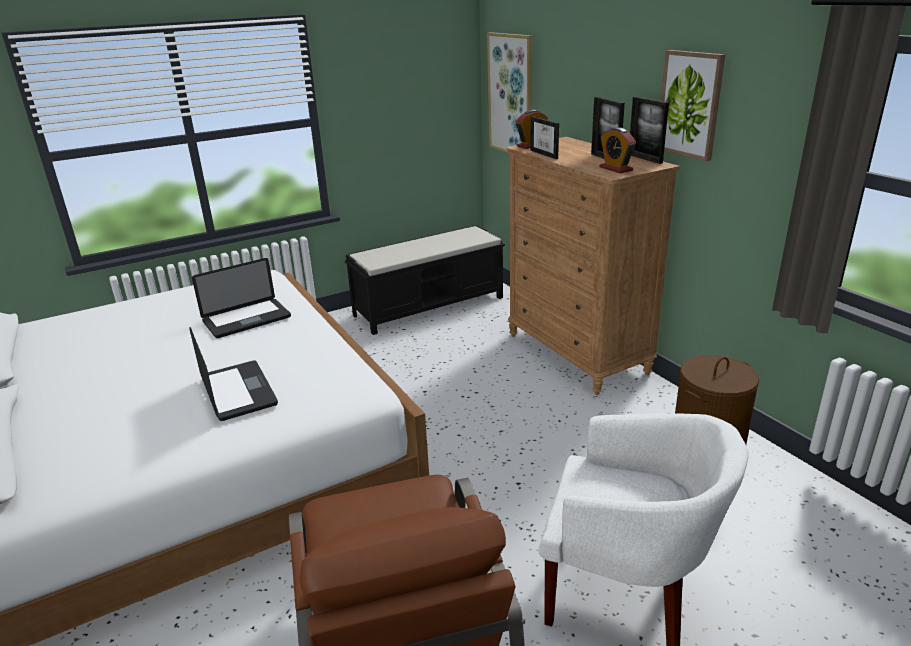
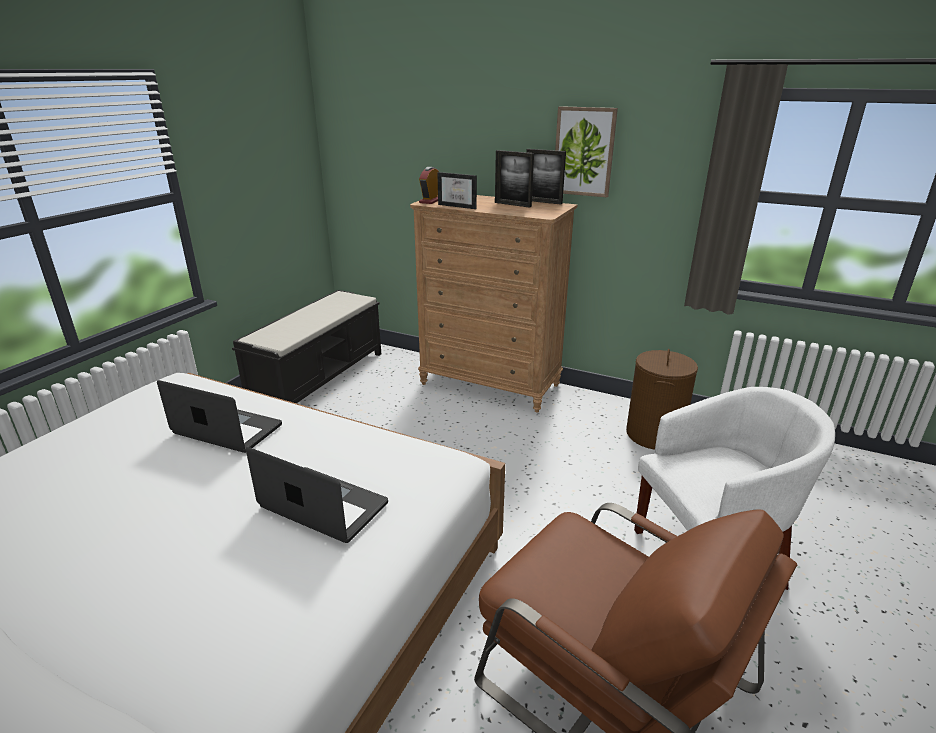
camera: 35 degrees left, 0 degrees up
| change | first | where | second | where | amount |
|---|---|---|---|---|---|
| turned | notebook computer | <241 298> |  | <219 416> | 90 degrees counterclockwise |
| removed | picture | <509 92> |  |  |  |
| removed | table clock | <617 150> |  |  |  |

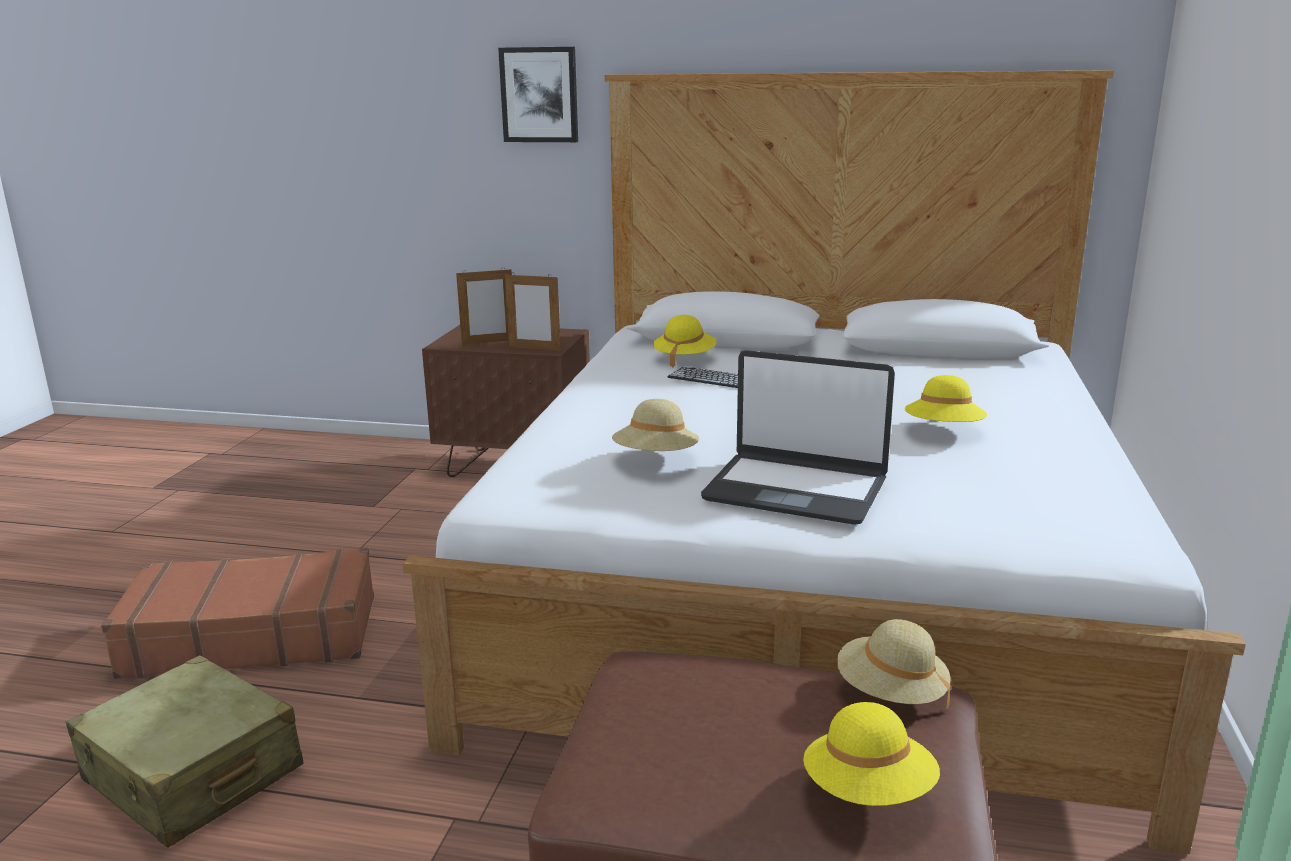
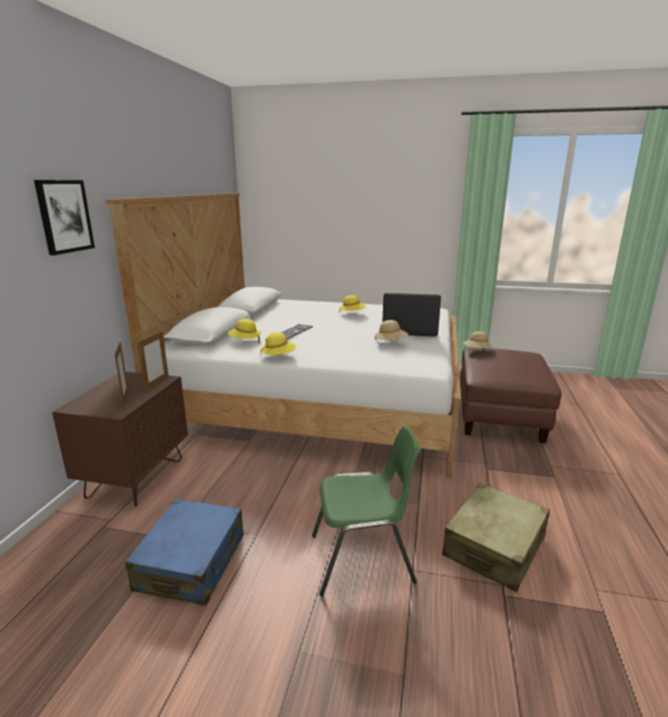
camera: 90 degrees left, 0 degrees up
| change | first | where | second | where | amount |
|---|---|---|---|---|---|
| added |  |  | bluish piece of luggage | <184 552> |  |
| moved | yellow-coloured clothing hat | <871 754> |  | <278 343> |  |
| replaced | brown-coloured piece of luggage | <237 613> | greenish chair | <366 511> |  |
| turned | notebook computer | <798 437> |  | <411 315> | 105 degrees counterclockwise |

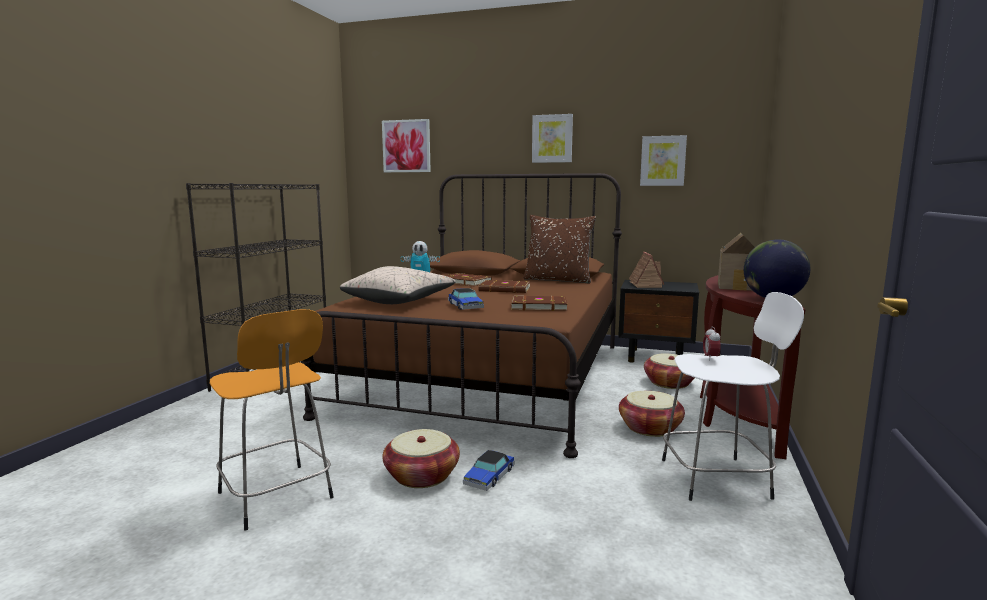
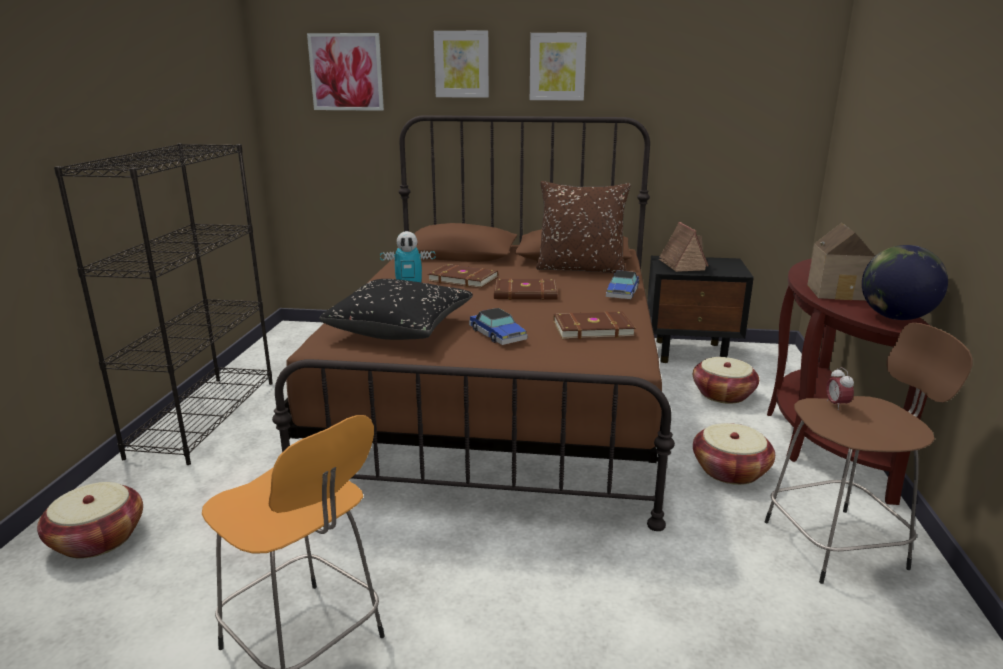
camera: 10 degrees left, 10 degrees up
| change | first | where | second | where | amount |
|---|---|---|---|---|---|
| moved | basket | <421 458> |  | <90 520> |  |
| recoloured | beige pillow | <398 285> | black-coloured pillow | <396 309> |  |
| moved | picture | <663 160> |  | <461 64> |  |
| moved | miniature car | <489 470> |  | <622 285> |  |
| recoloured | whitish stool | <733 396> | brown-coloured stool | <868 453> |  |

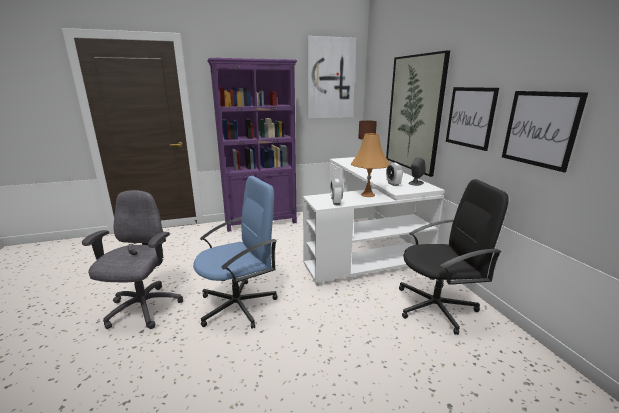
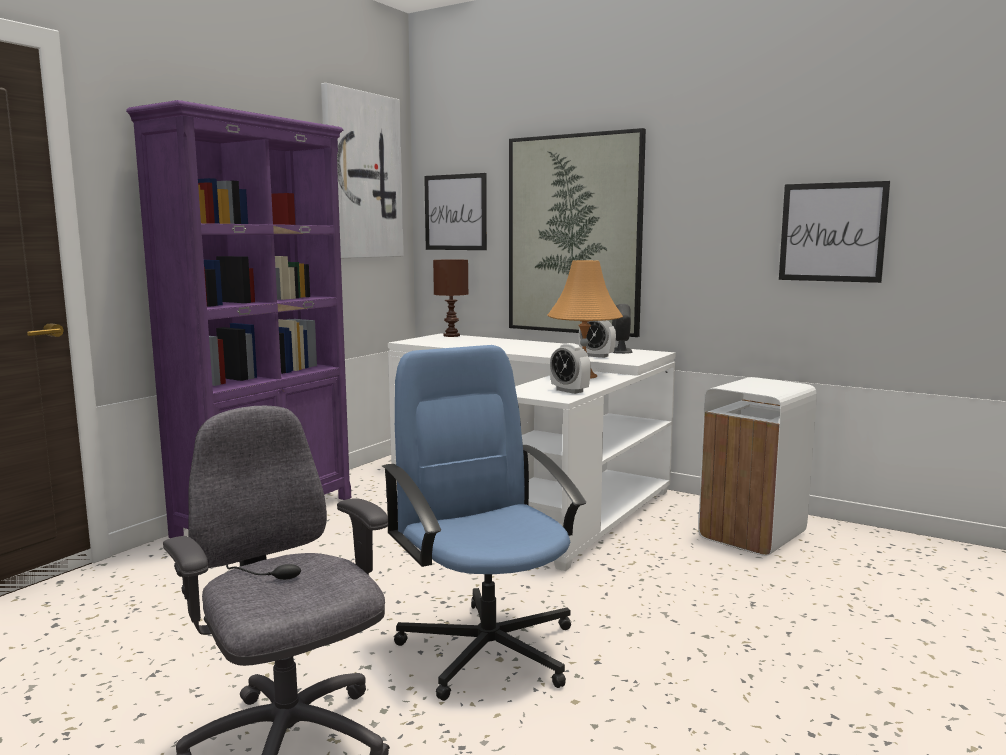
camera: 40 degrees left, 10 degrees down
| change | first | where | second | where | amount |
|---|---|---|---|---|---|
| turned | bluish office chair | <235 252> |  | <484 523> | 45 degrees counterclockwise |
| moved | picture | <472 119> |  | <455 211> |  |
| replaced | black-coloured office chair | <454 257> | whitish rubbish bin | <758 466> |  |

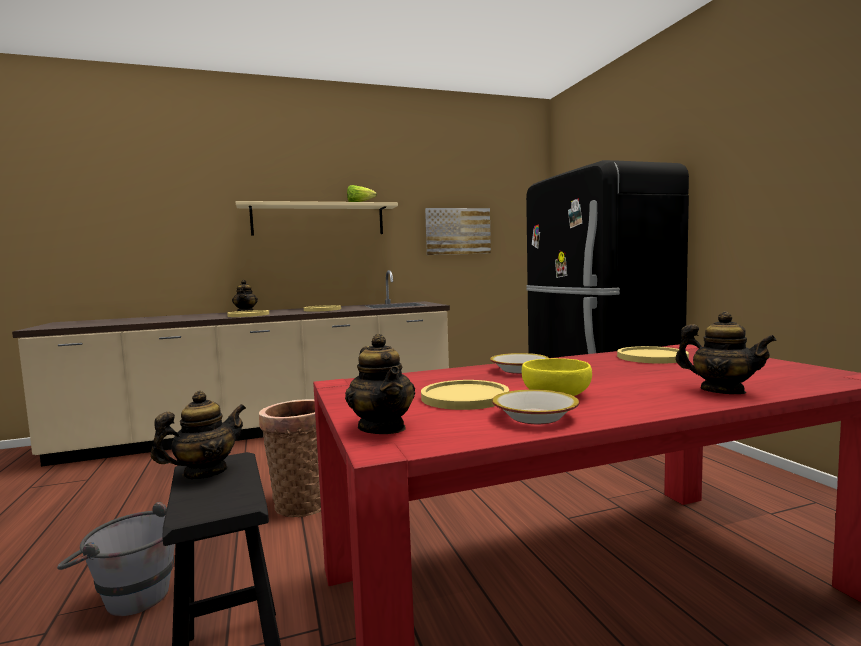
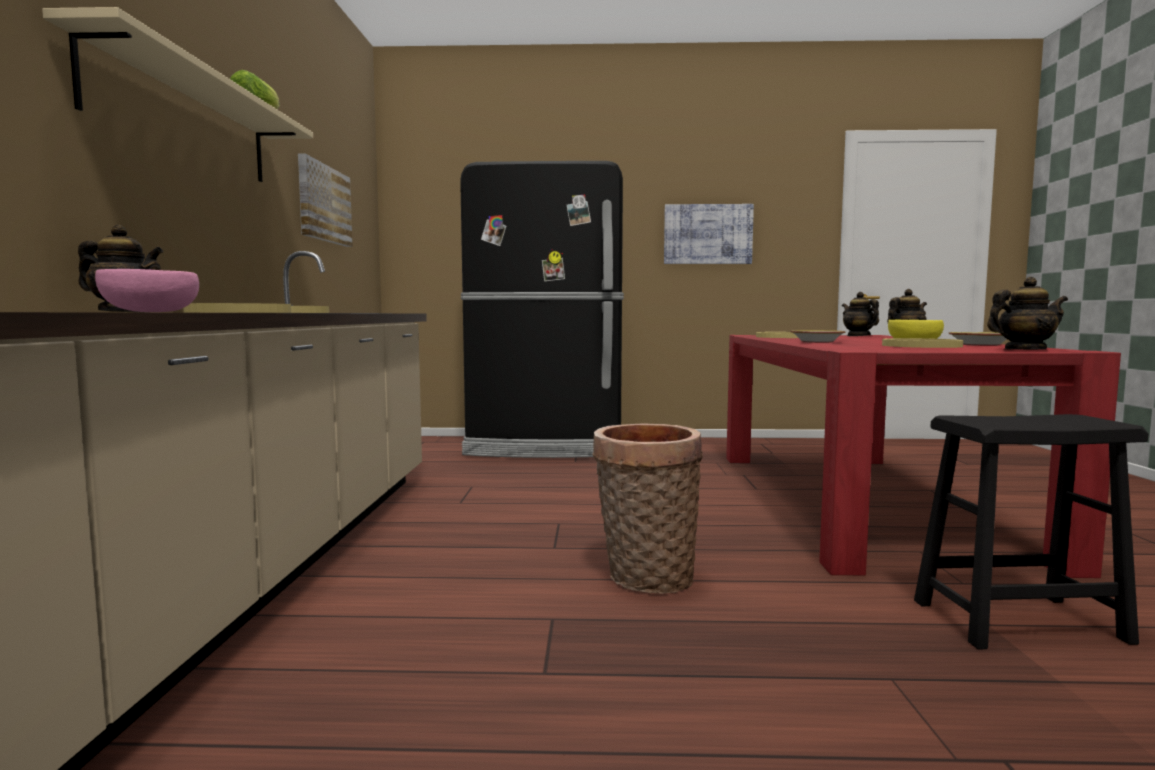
camera: 70 degrees left, 0 degrees up
| change | first | where | second | where | amount |
|---|---|---|---|---|---|
| added |  |  | pink-coloured bowl | <147 290> |  |
| added |  |  | picture | <709 234> |  |
| moved | pot for tea | <198 435> |  | <860 314> |  |
| removed | greyish pail | <116 559> |  |  |  |

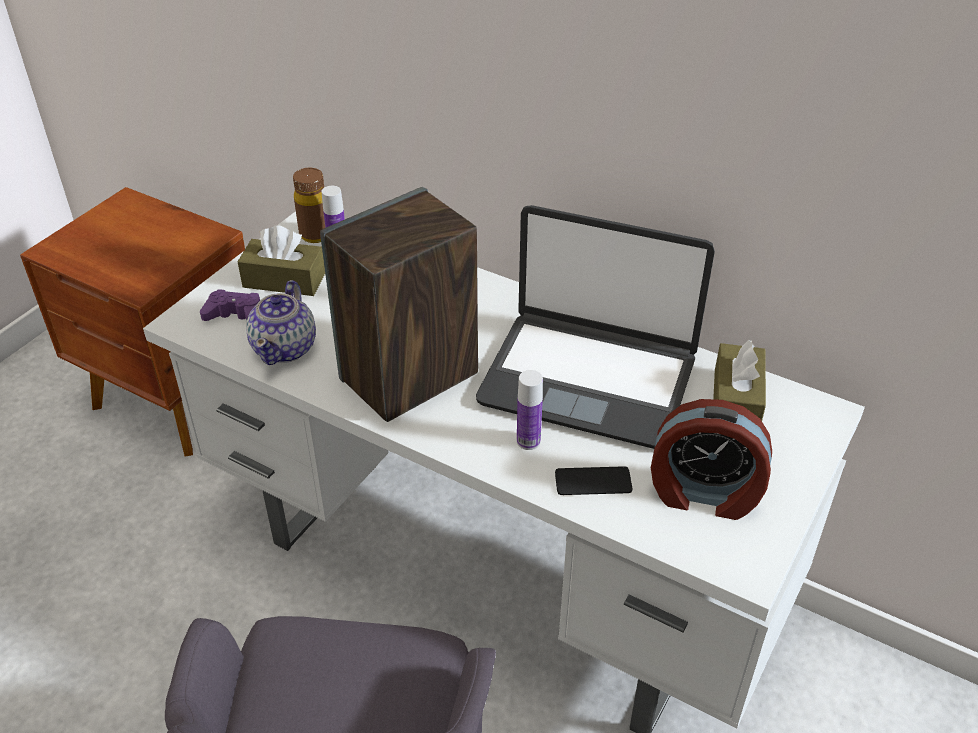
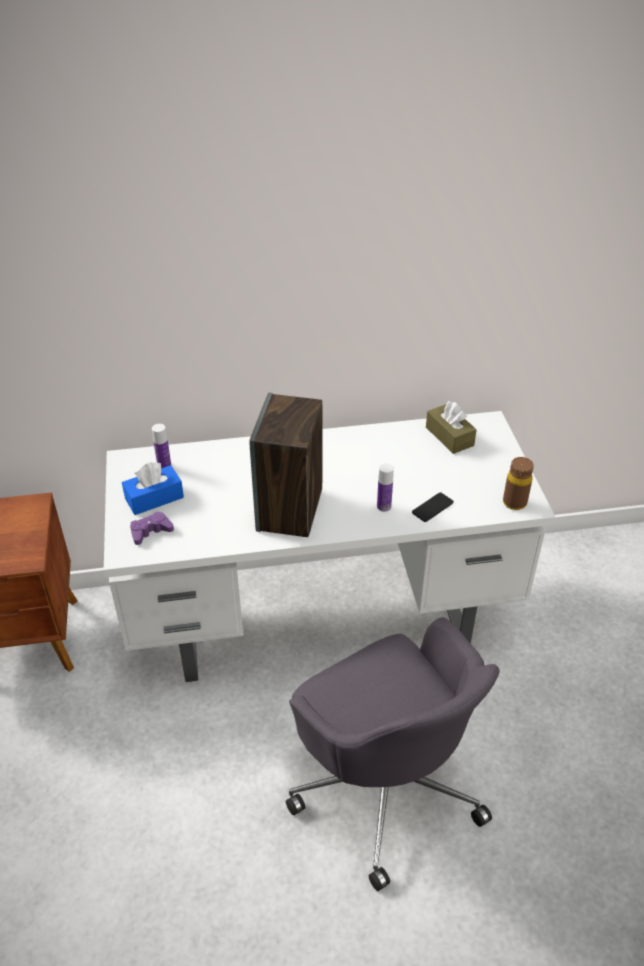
camera: 40 degrees left, 0 degrees up
| change | first | where | second | where | amount |
|---|---|---|---|---|---|
| recoloured | brown-coloured tissue holder | <281 260> | bluish tissue holder | <153 488> |  |
| moved | brown-coloured drink bottle | <309 205> |  | <518 483> |  |
| removed | pot for tea | <281 322> |  |  |  |
| removed | notebook computer | <595 327> |  |  |  |
| removed | table clock | <711 459> |  |  |  |

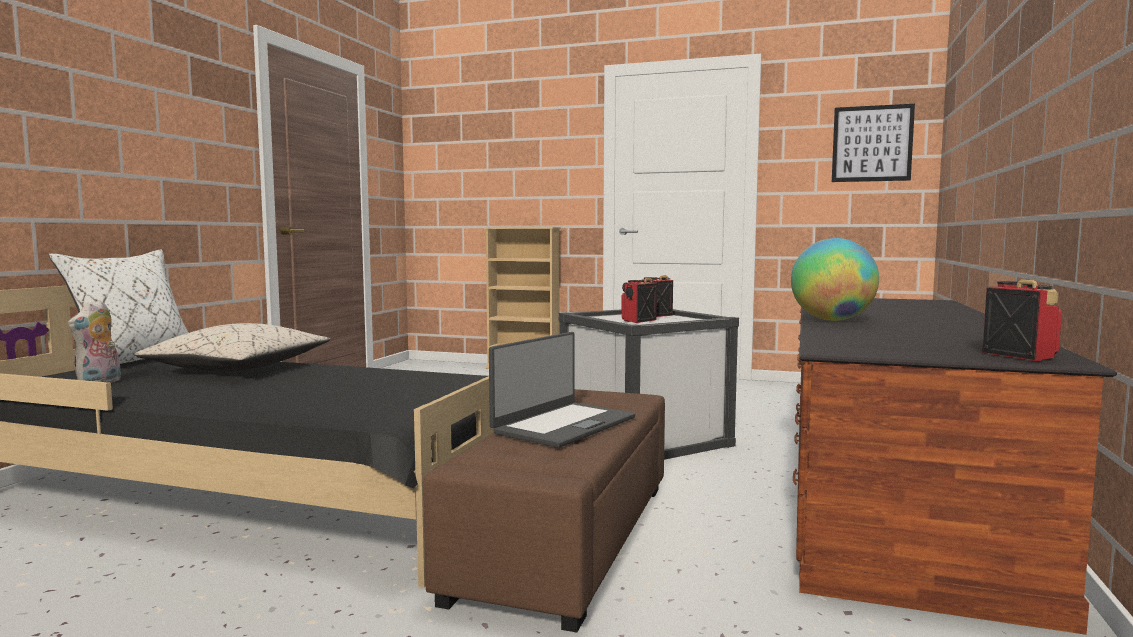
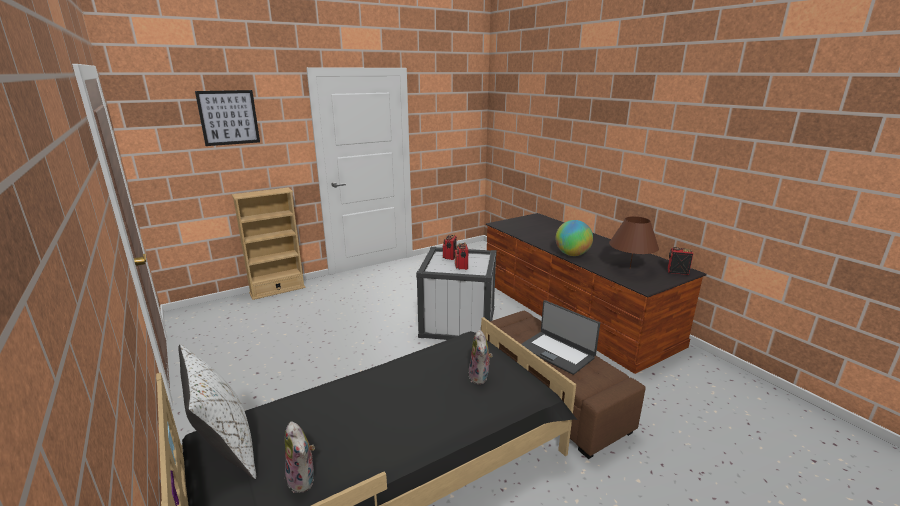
camera: 50 degrees left, 15 degrees up
| change | first | where | second | where | amount |
|---|---|---|---|---|---|
| moved | picture | <873 143> |  | <227 118> |  |
| added |  |  | plush toy | <480 357> |  |
| turned | notebook computer | <562 390> |  | <560 337> | 150 degrees clockwise |
| added |  |  | brown-coloured tabletop lamp | <634 242> |  |
| removed | beige pillow | <232 347> |  |  |  |

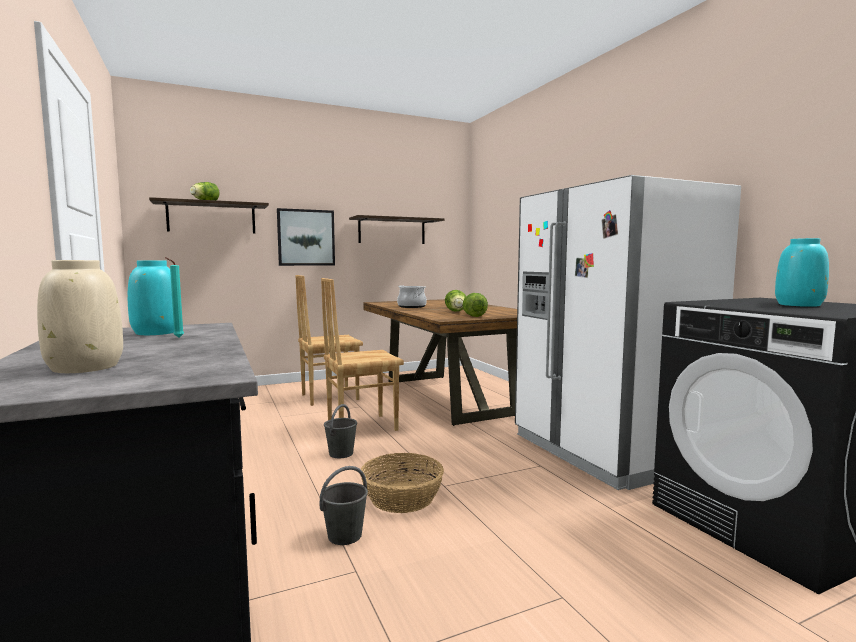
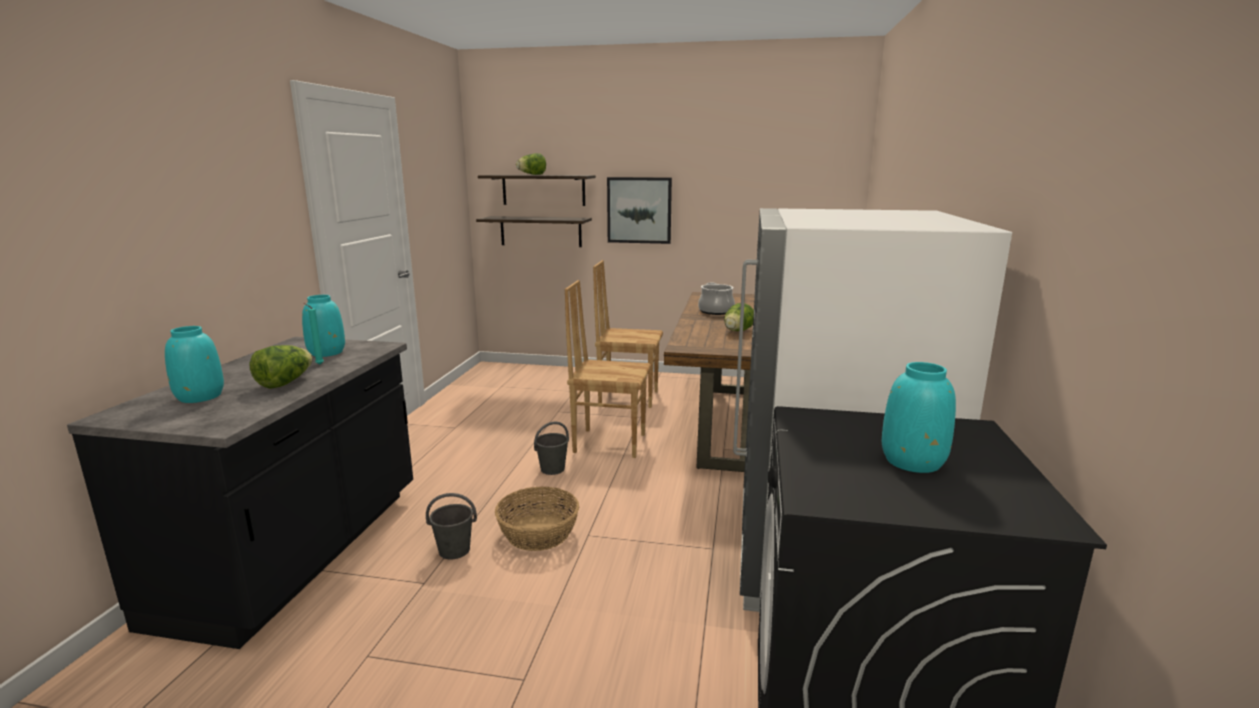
camera: 35 degrees right, 10 degrees up
| change | first | where | second | where | amount |
|---|---|---|---|---|---|
| recoloured | beige decorative vase | <80 316> | turquoise-coloured decorative vase | <194 364> |  |
| moved | lettuce | <475 305> |  | <281 367> |  |
| moved | bracket shelf | <397 229> |  | <534 231> |  |

